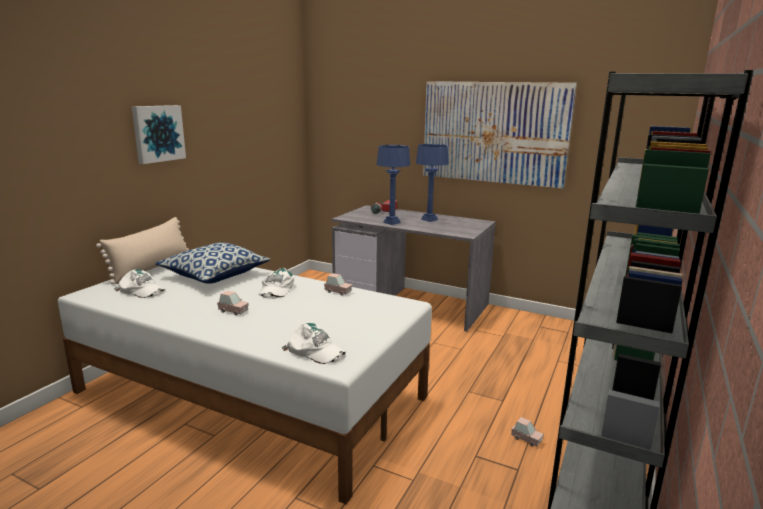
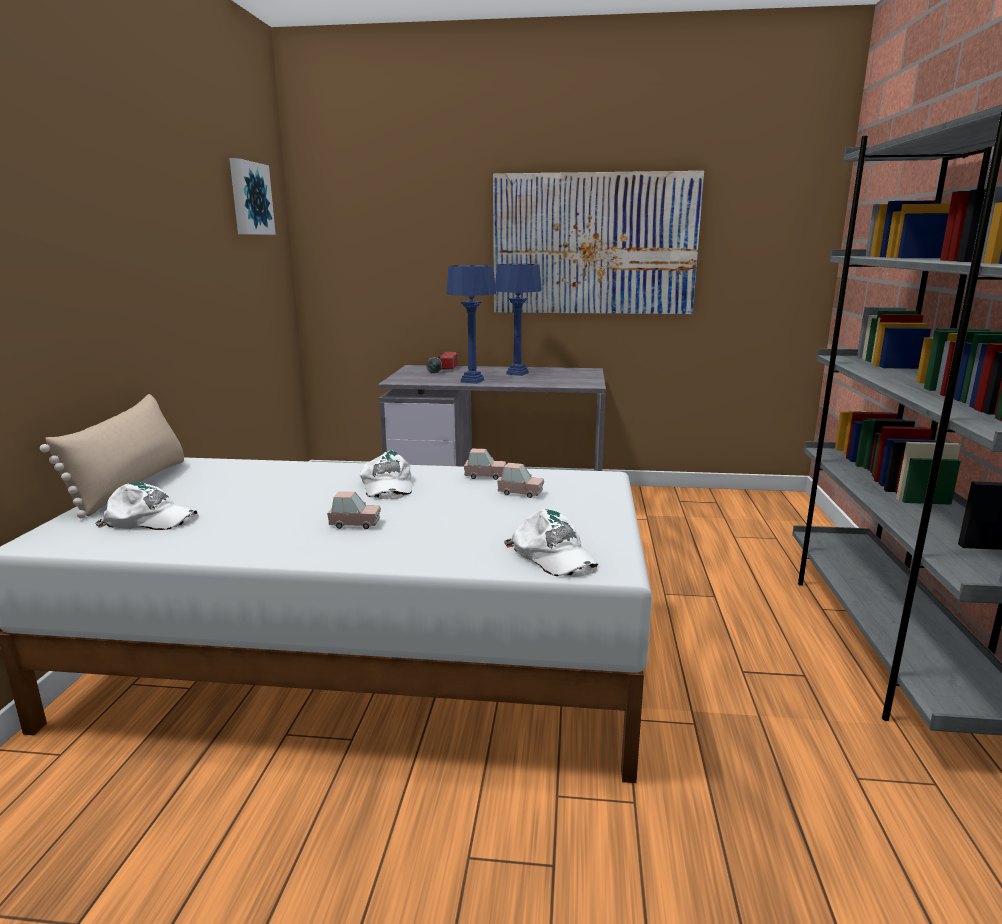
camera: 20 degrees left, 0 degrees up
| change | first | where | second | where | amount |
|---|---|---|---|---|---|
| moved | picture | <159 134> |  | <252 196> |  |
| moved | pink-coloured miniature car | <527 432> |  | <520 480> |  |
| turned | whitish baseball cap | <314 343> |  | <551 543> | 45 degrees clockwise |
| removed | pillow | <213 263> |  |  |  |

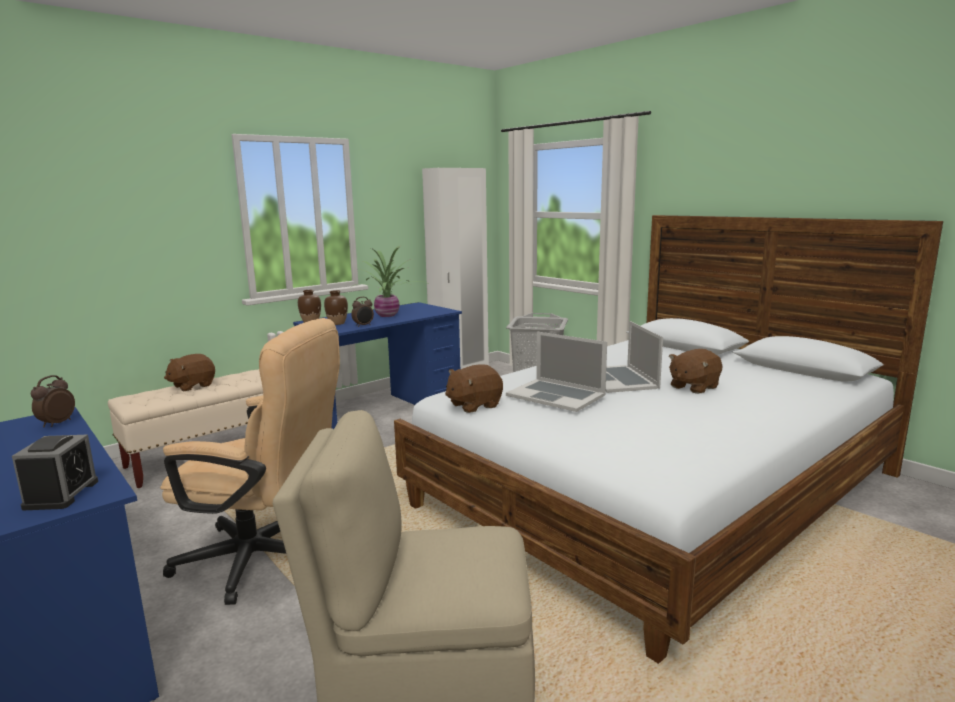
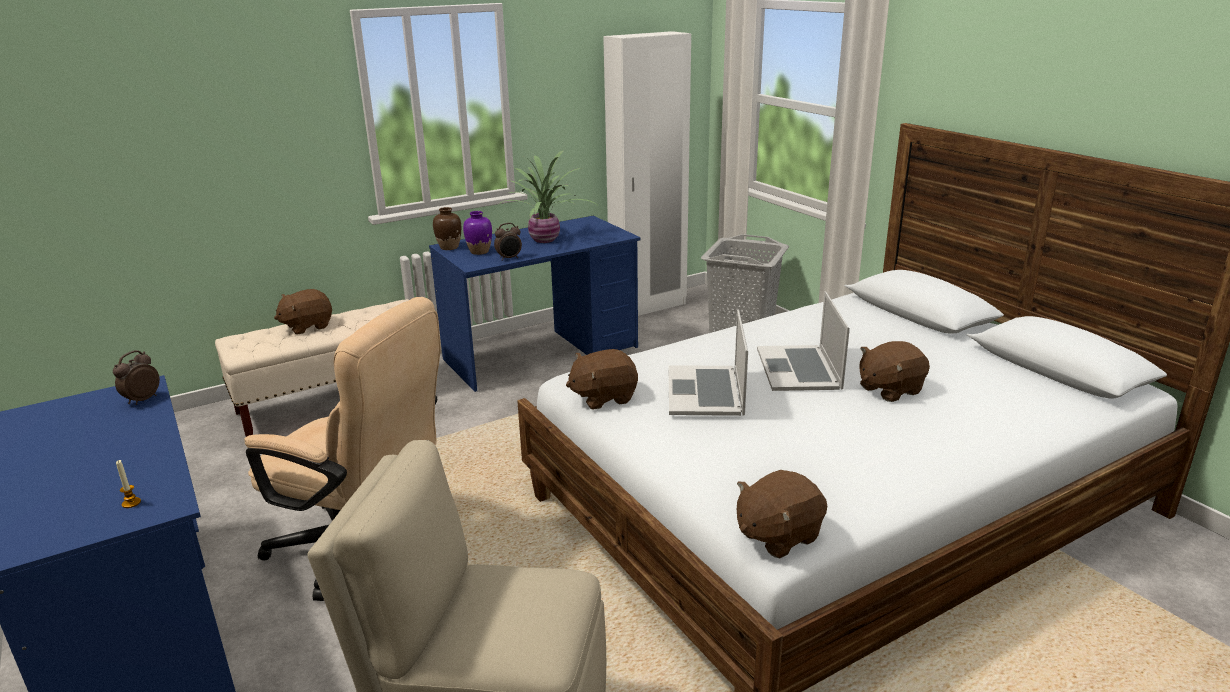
camera: 10 degrees right, 10 degrees up
| change | first | where | second | where | amount |
|---|---|---|---|---|---|
| replaced | table clock | <55 472> | wax candle | <128 484> |  |
| recoloured | brown-coloured decorative vase | <336 307> | purplish decorative vase | <477 233> |  |
| turned | notebook computer | <556 371> |  | <708 362> | 45 degrees clockwise |
| added |  |  | brown-coloured plush toy | <782 514> |  |

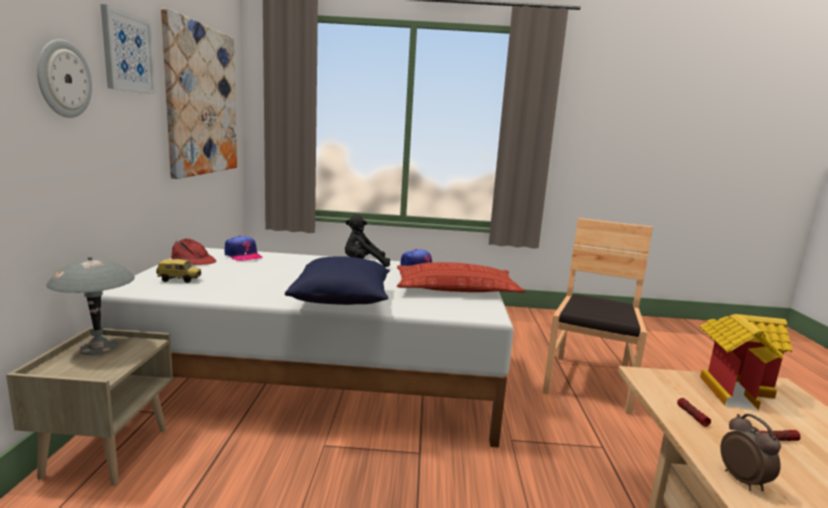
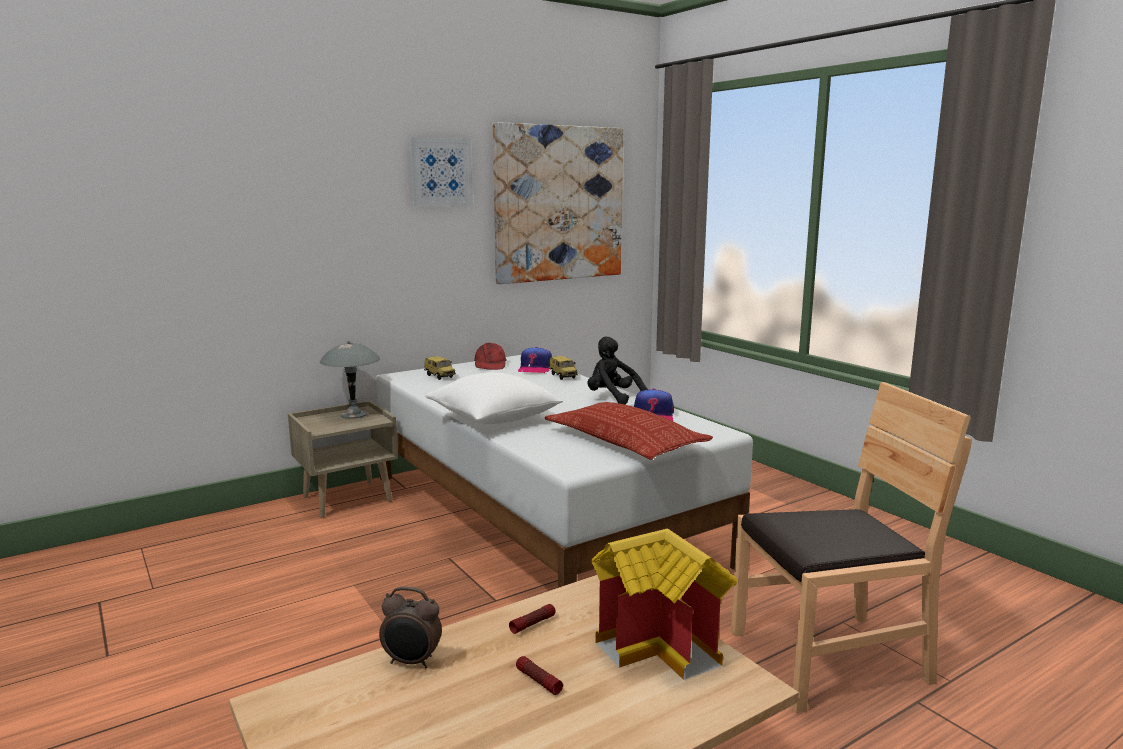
camera: 55 degrees right, 0 degrees up
| change | first | where | second | where | amount |
|---|---|---|---|---|---|
| turned | table clock | <750 452> |  | <410 627> | 60 degrees clockwise |
| recoloured | bluish pillow | <337 280> | whitish pillow | <494 398> |  |
| added |  |  | miniature car | <563 368> |  |
| removed | hanging clock | <64 78> |  |  |  |

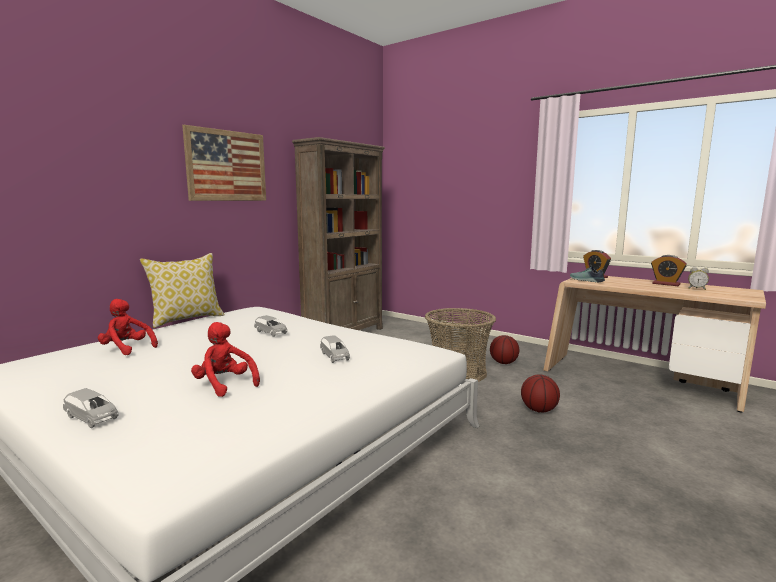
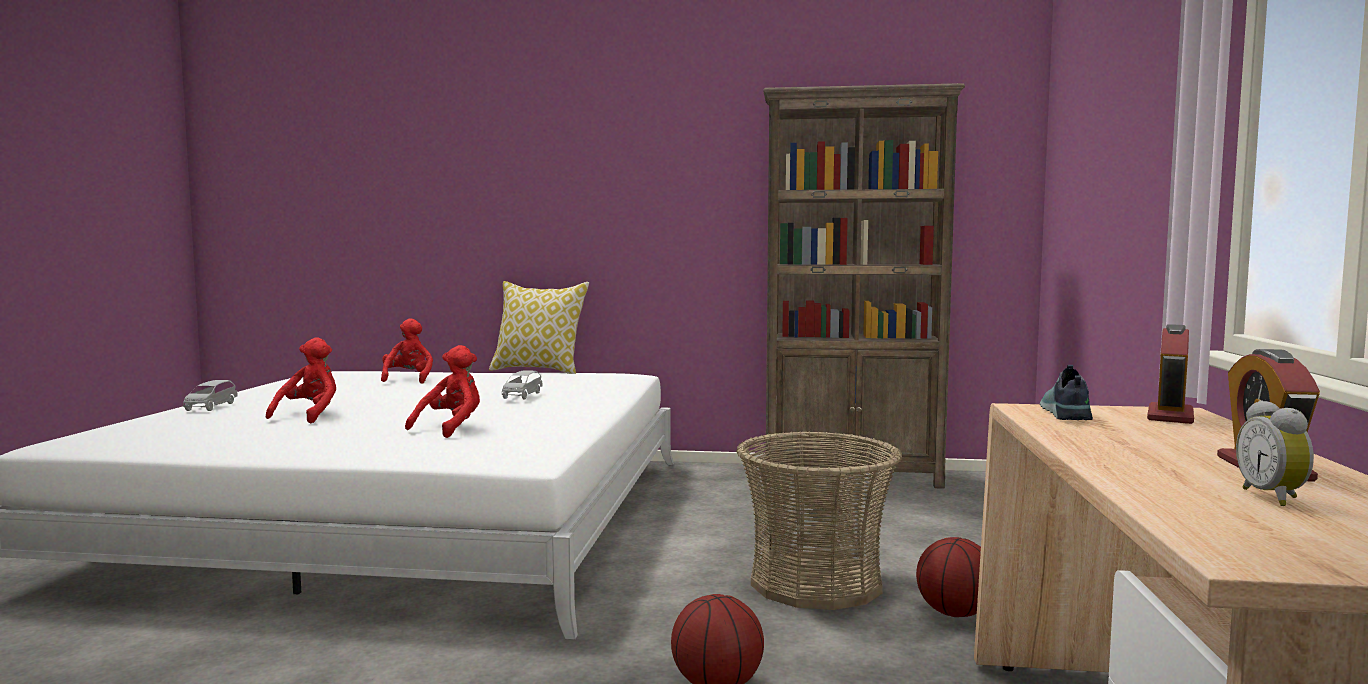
camera: 60 degrees right, 5 degrees down
| change | first | where | second | where | amount |
|---|---|---|---|---|---|
| replaced | greyish miniature car | <335 349> | red plush toy | <442 391> |  |
| removed | picture | <224 163> |  |  |  |

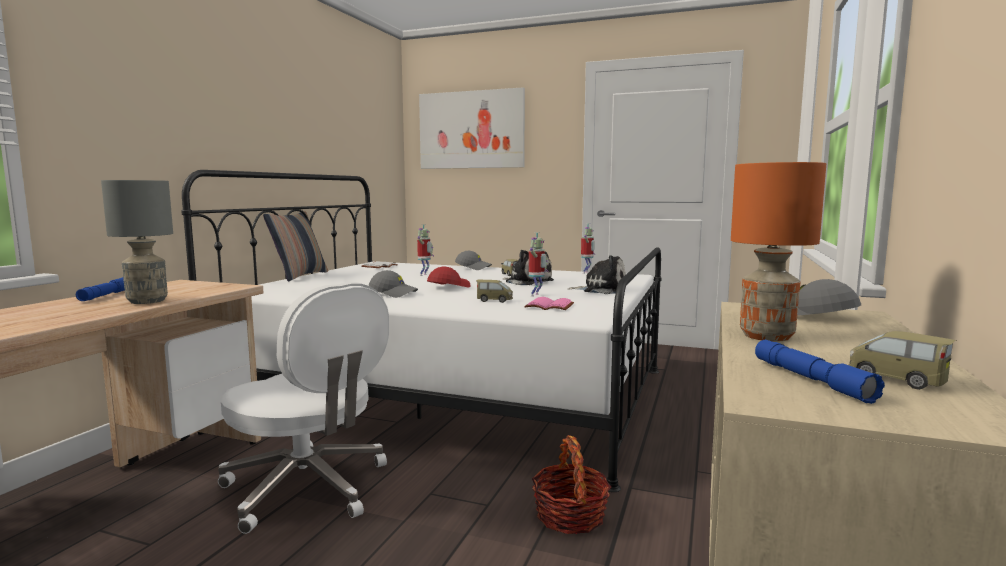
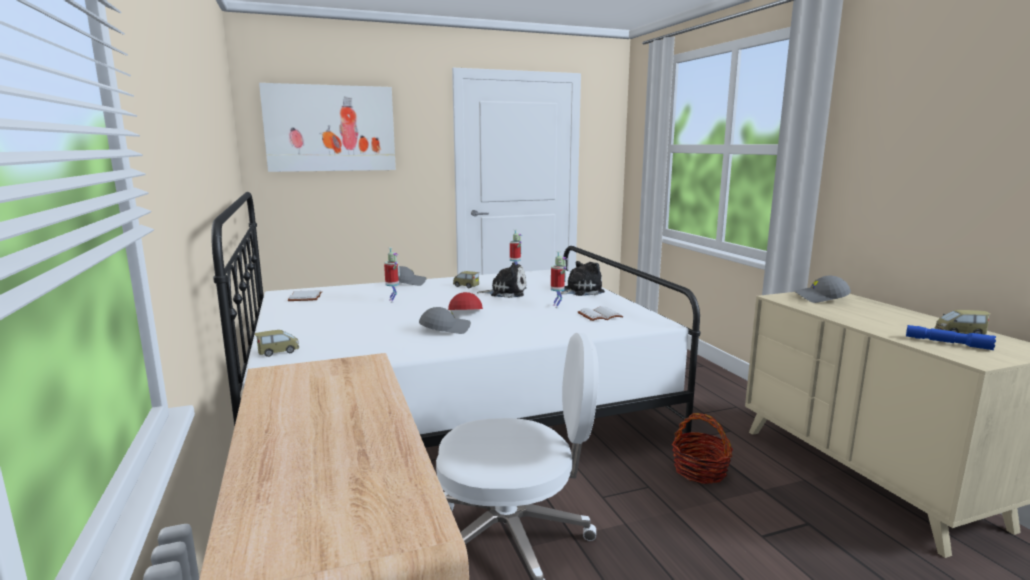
camera: 40 degrees left, 5 degrees up
| change | first | where | second | where | amount |
|---|---|---|---|---|---|
| moved | miniature car | <494 291> |  | <277 343> |  |
| recoloured | pink-coloured bound book | <549 303> | whitish bound book | <600 313> |  |
| removed | bluish hand torch | <100 289> |  |  |  |
| removed | greyish tabletop lamp | <137 242> |  |  |  |
| removed | pillow | <295 246> |  |  |  |
| removed | orange-coloured tabletop lamp | <778 251> |  |  |  |

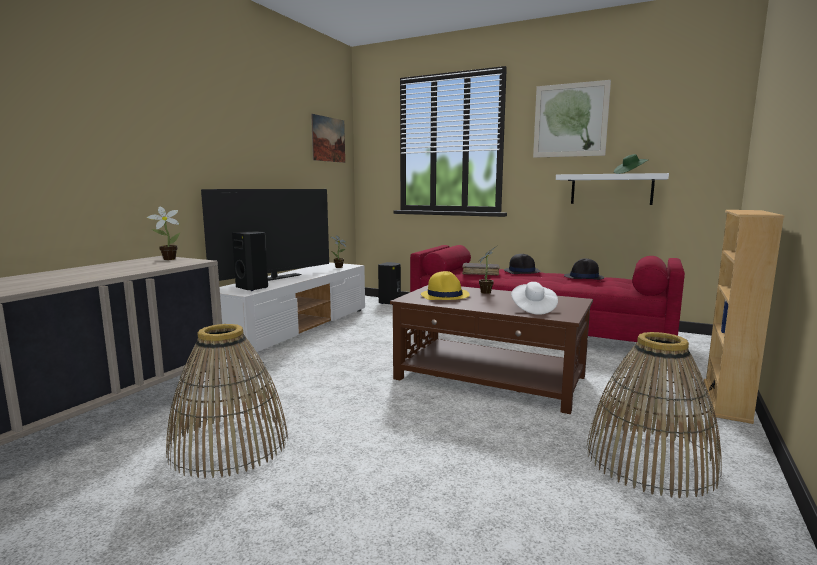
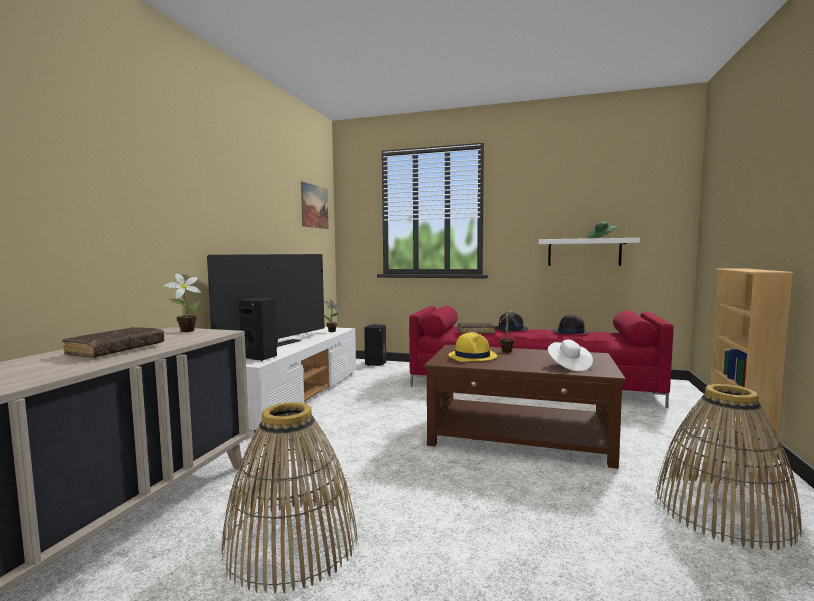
camera: 10 degrees left, 5 degrees down
| change | first | where | second | where | amount |
|---|---|---|---|---|---|
| added |  |  | brown-coloured bound book | <113 342> |  |
| removed | picture | <572 119> |  |  |  |

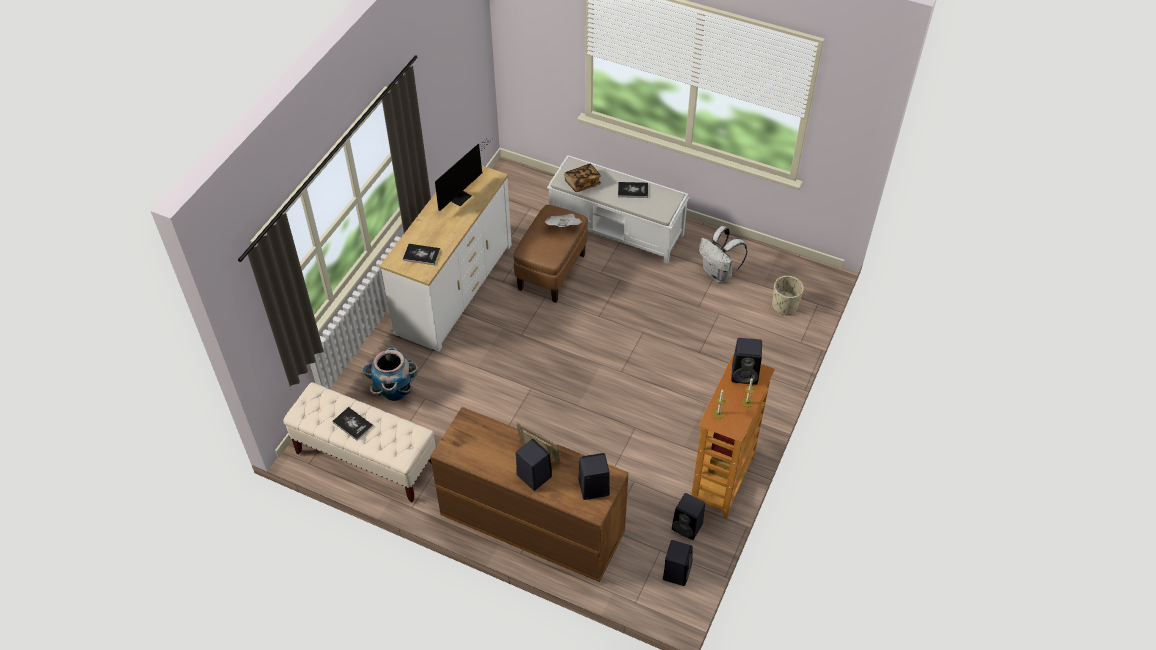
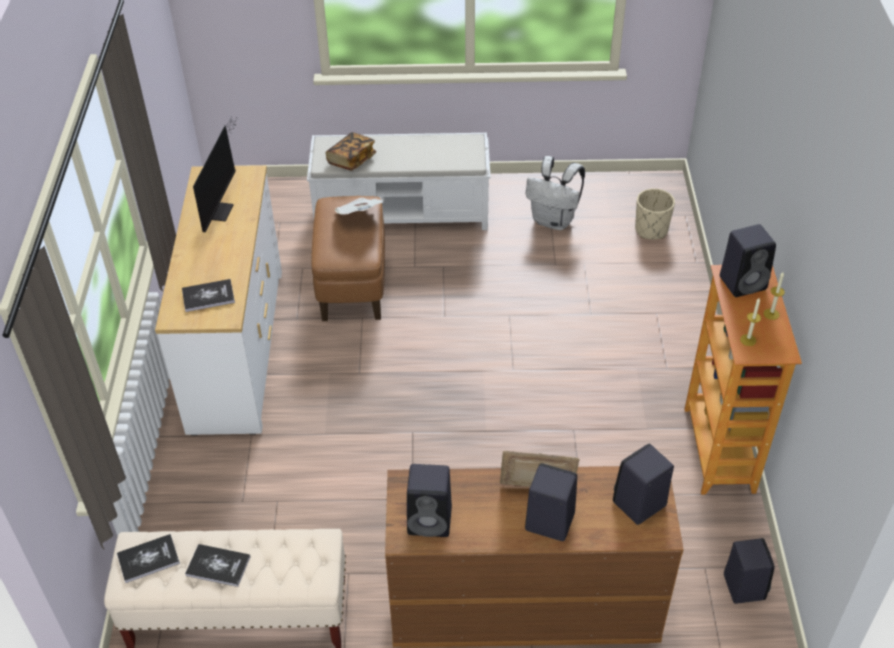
camera: 25 degrees left, 5 degrees down
| change | first | where | second | where | amount |
|---|---|---|---|---|---|
| moved | bound book | <633 190> |  | <148 558> |  |
| moved | black-coloured audio speaker | <688 516> |  | <429 500> |  |
| removed | plant pot | <390 374> |  |  |  |

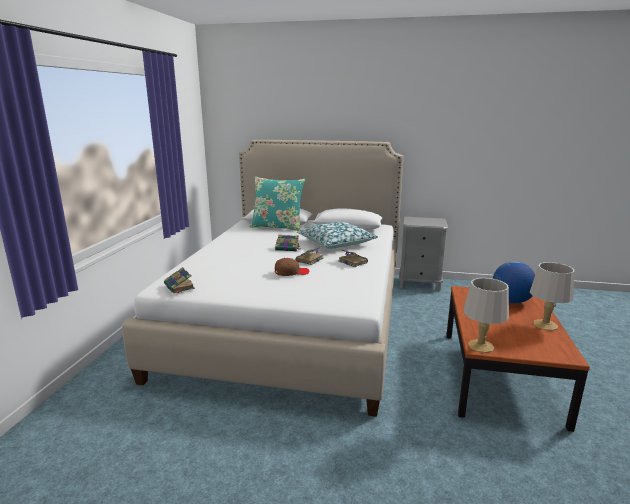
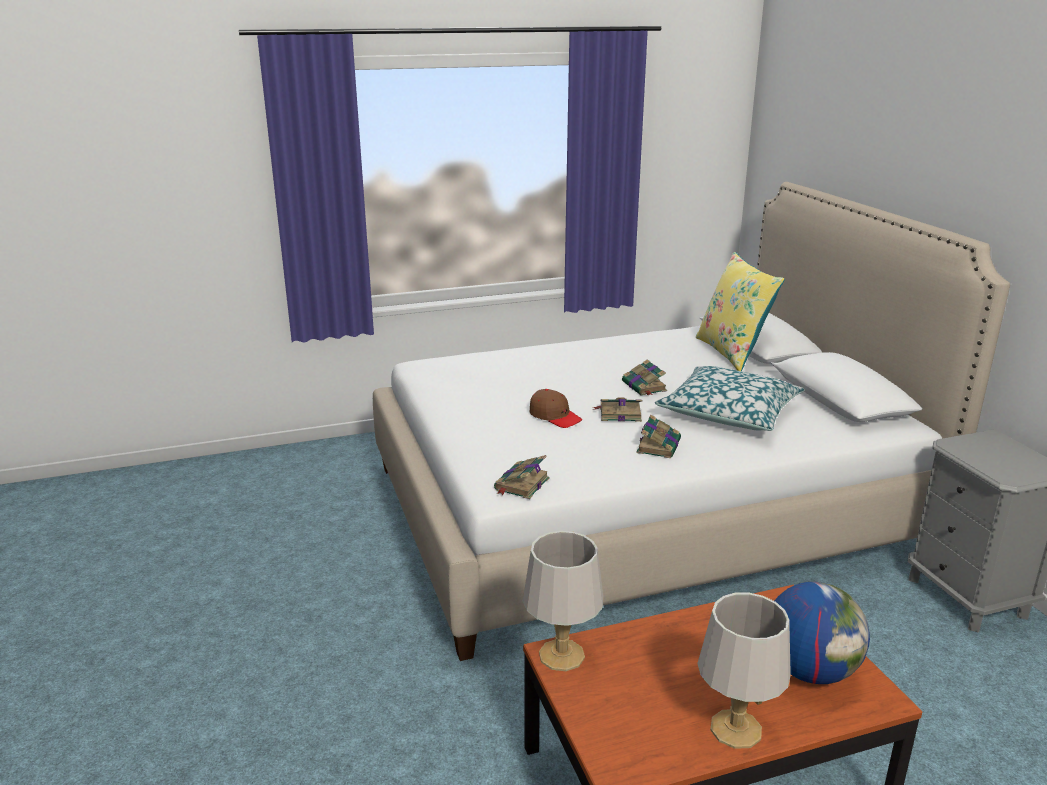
camera: 60 degrees right, 5 degrees up
| change | first | where | second | where | amount |
|---|---|---|---|---|---|
| moved | bound book | <179 280> |  | <522 477> |  |
| recoloured | turquoise-coloured pillow | <278 204> | yellow-coloured pillow | <740 311> |  |

